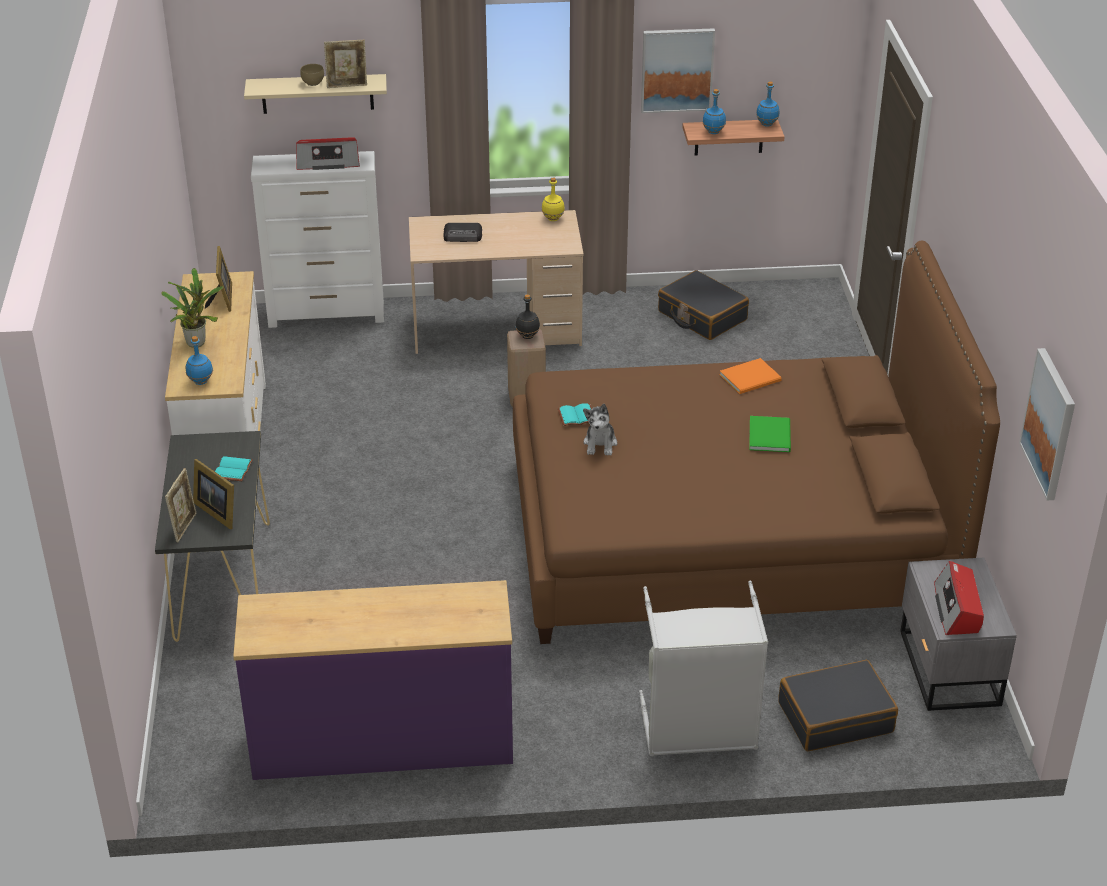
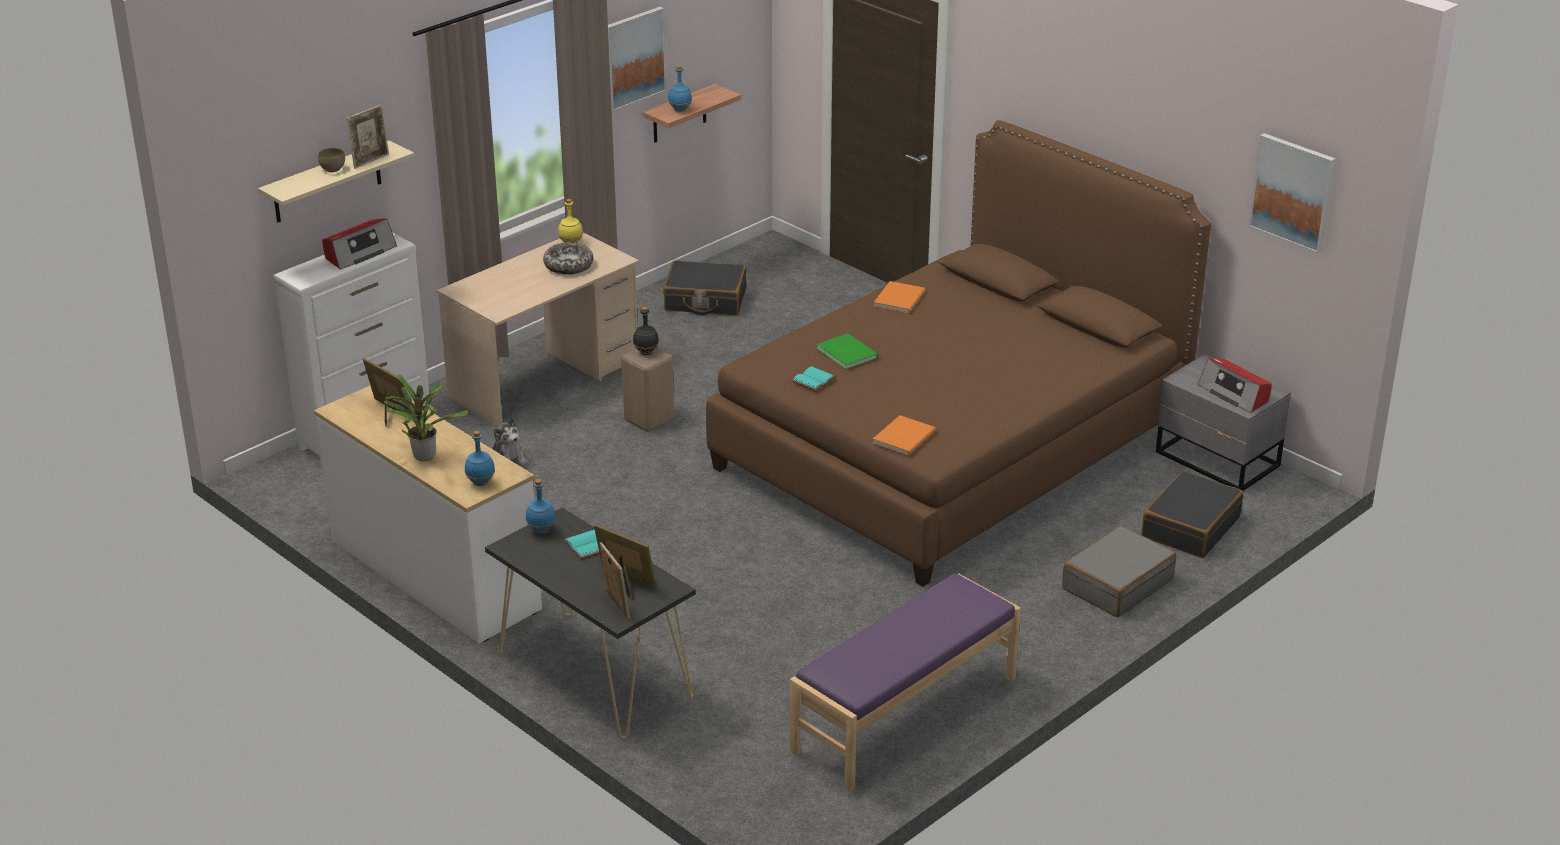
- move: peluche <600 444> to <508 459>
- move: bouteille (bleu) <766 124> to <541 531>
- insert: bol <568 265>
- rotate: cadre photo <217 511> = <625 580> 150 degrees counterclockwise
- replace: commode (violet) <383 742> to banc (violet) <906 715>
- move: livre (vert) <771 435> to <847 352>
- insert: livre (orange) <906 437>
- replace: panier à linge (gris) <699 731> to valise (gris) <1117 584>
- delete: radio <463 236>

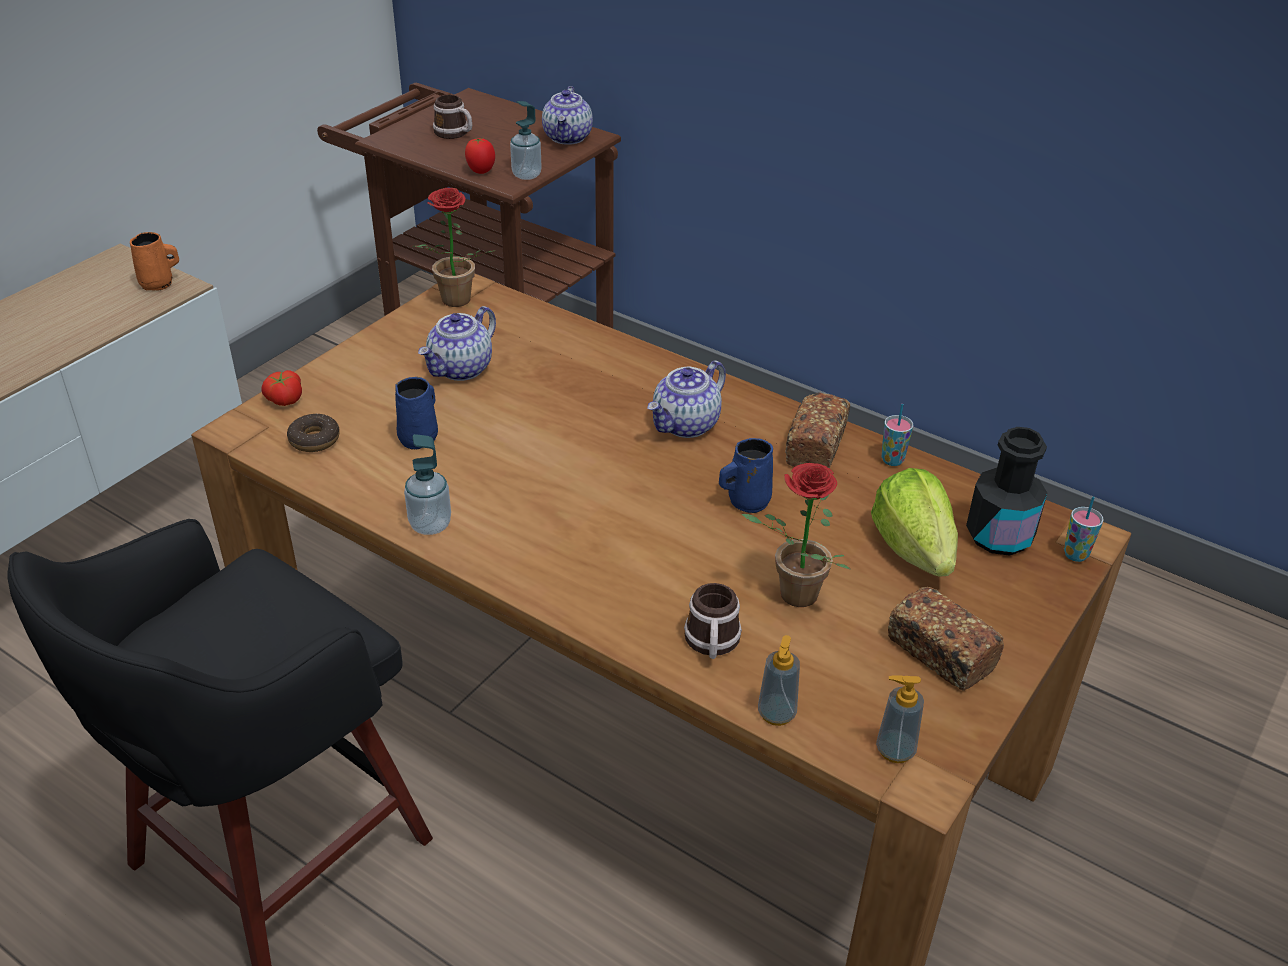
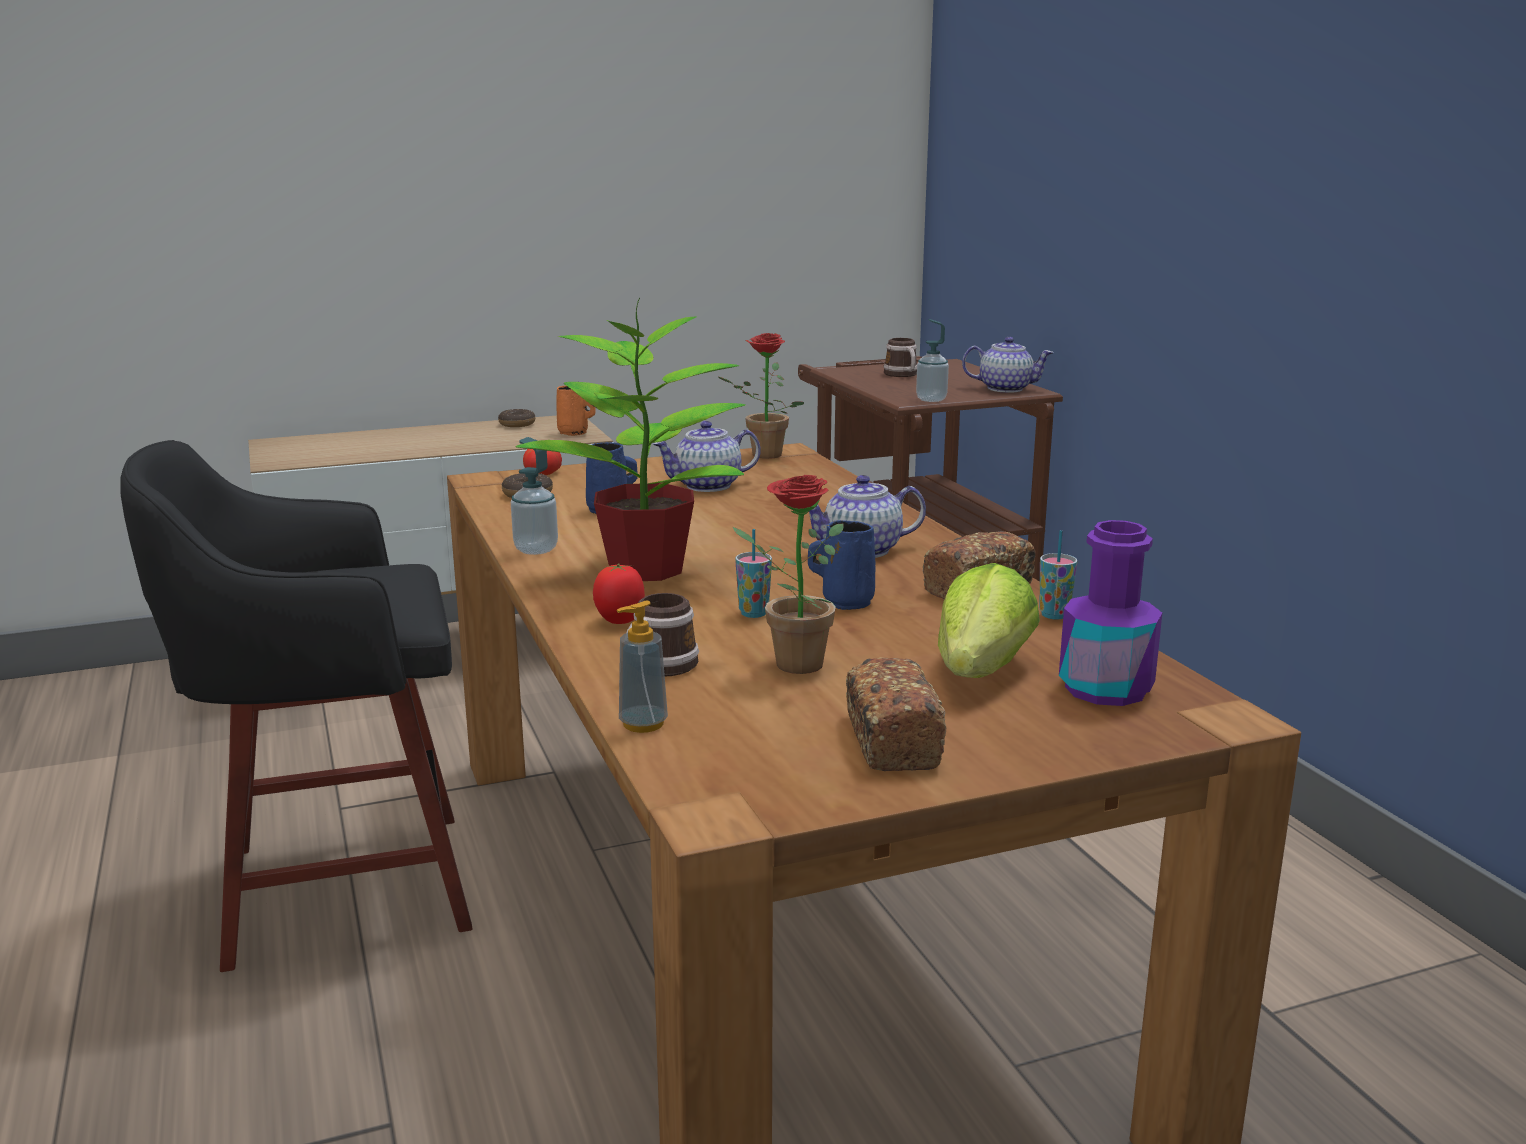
- insert: beignet <517 424>
- insert: plante en pot <649 569>
- move: tomate <481 171> to <620 621>
- move: tasse <1075 554> to <753 613>
- rotate: théière <568 138> = <1006 389> 120 degrees counterclockwise
- recolor: bouteille (noir) <999 536> to bouteille (violet) <1105 689>
- delete: distributeur de savon <895 750>

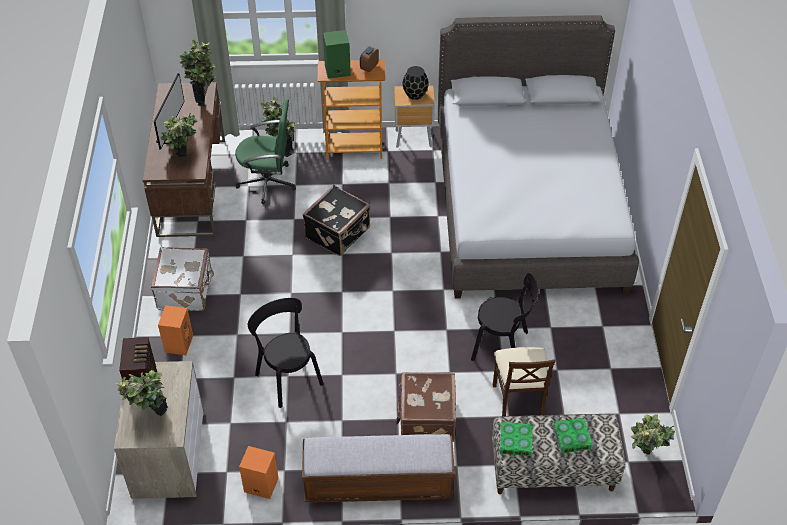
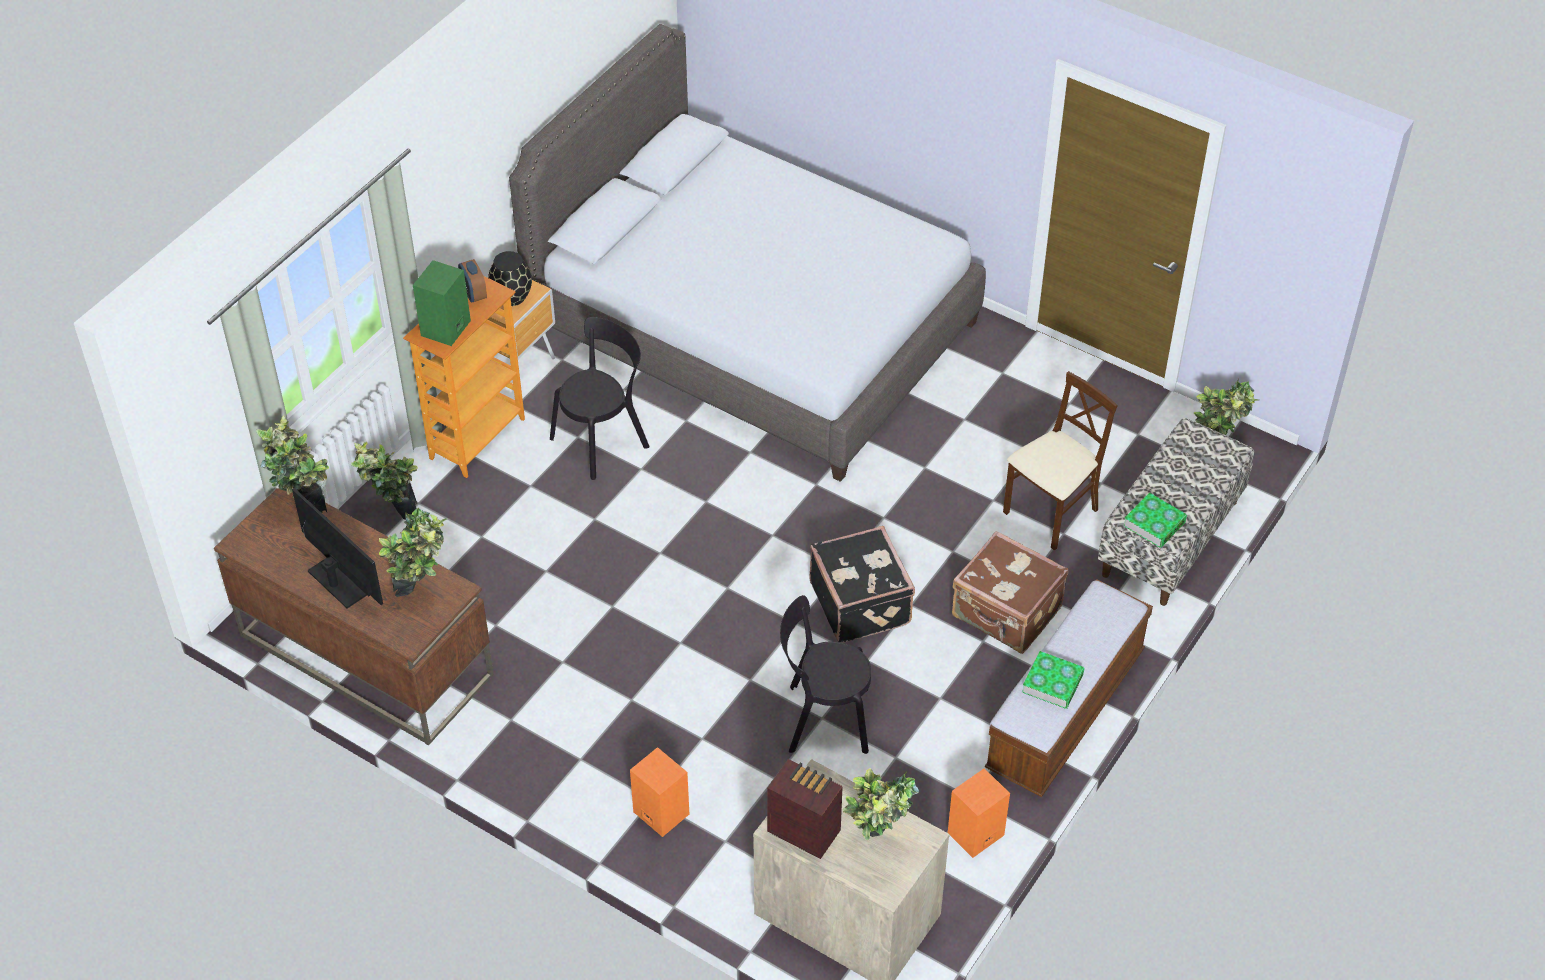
- move: chaise (noir) <503 347> to <603 440>
- move: valise (noir) <339 233> to <861 602>
- rotate: chaise (beige) <518 402> = <1051 513> 75 degrees counterclockwise
- move: livre <571 437> to <1052 683>
- delete: valise (blanc) <186 291>
- delete: chaise de bureau (vert) <268 182>

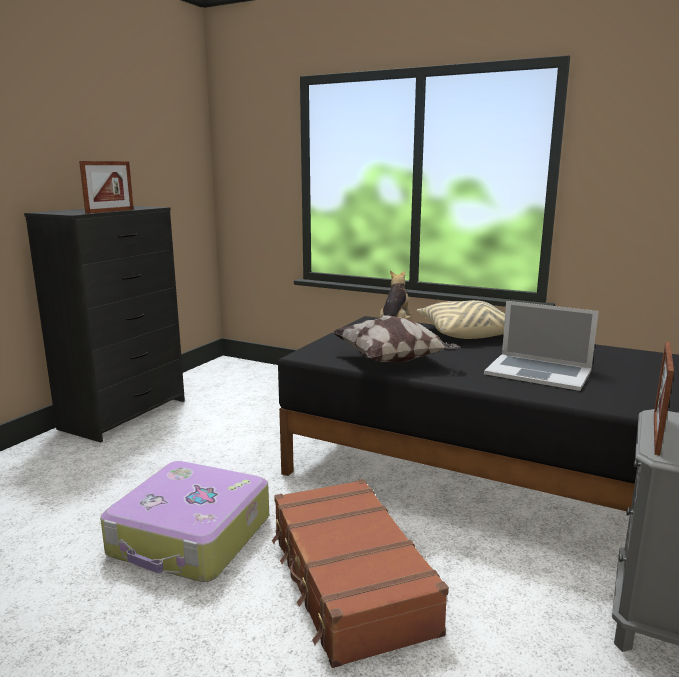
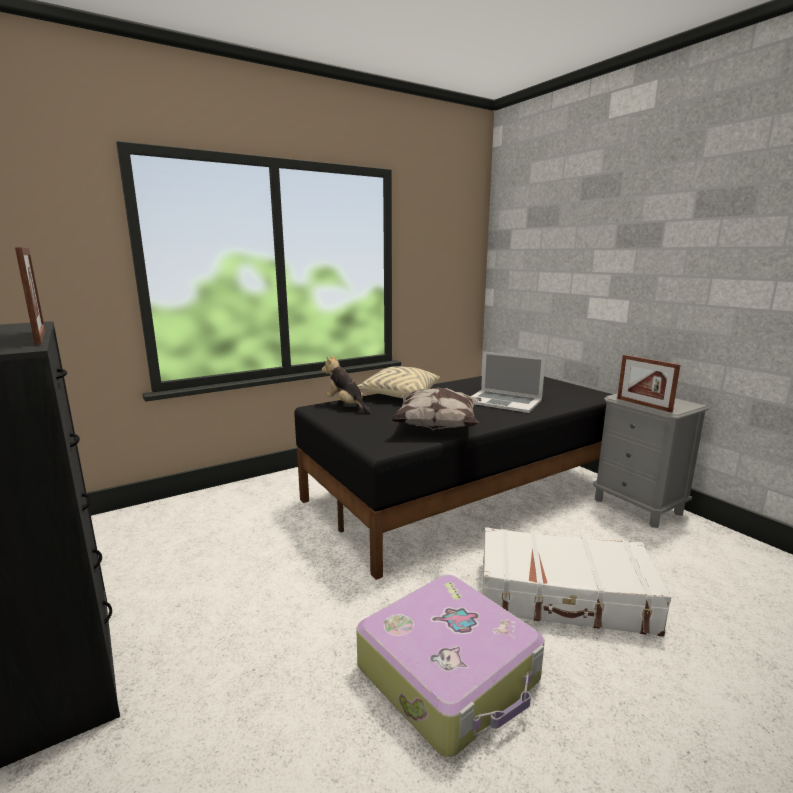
- rotate: ordinateur portable <538 372> = <503 401> 60 degrees clockwise
- recolor: valise (marron) <349 581> to valise (blanc) <564 596>

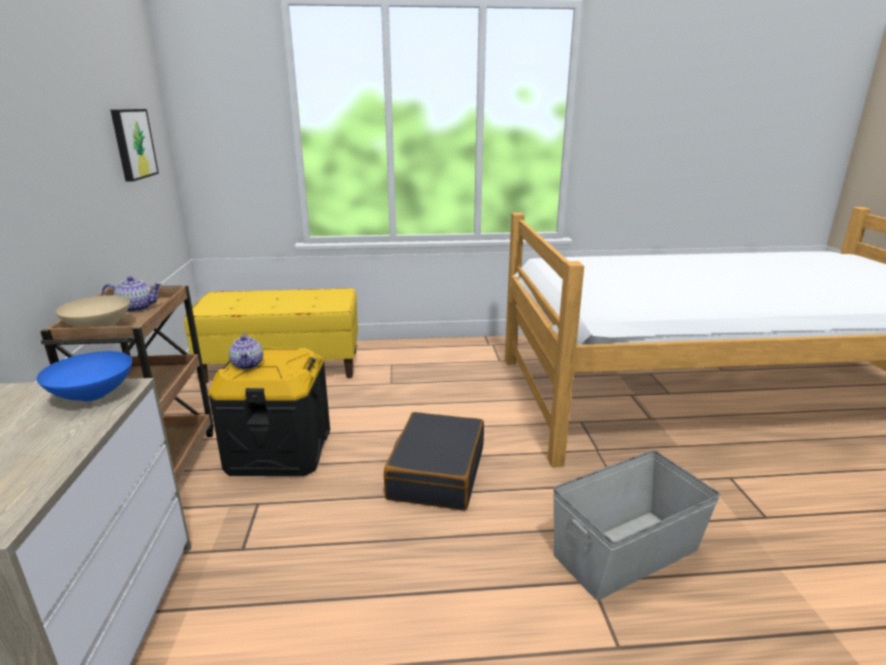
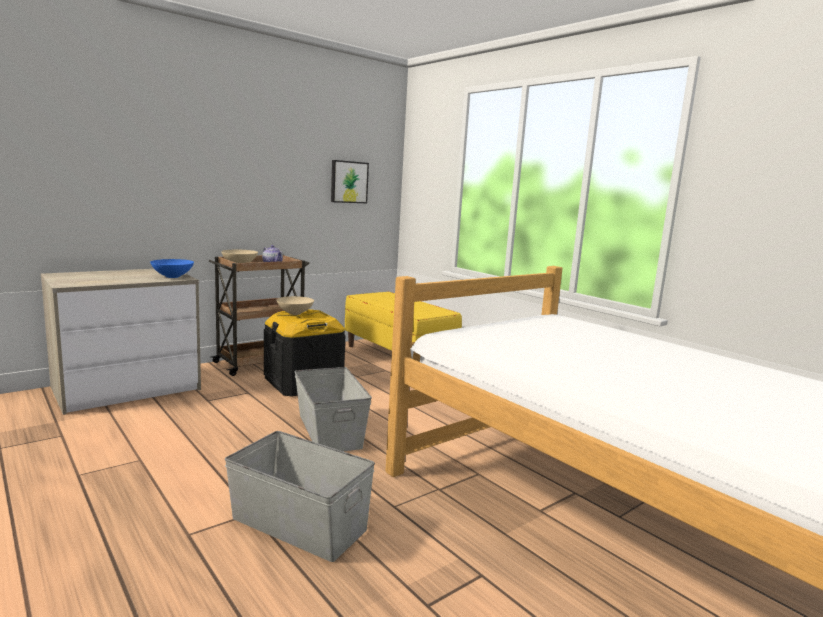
- replace: théière <248 365> to bol (beige) <295 313>
- replace: valise (noir) <436 473> to boîte de rangement (gris) <329 431>

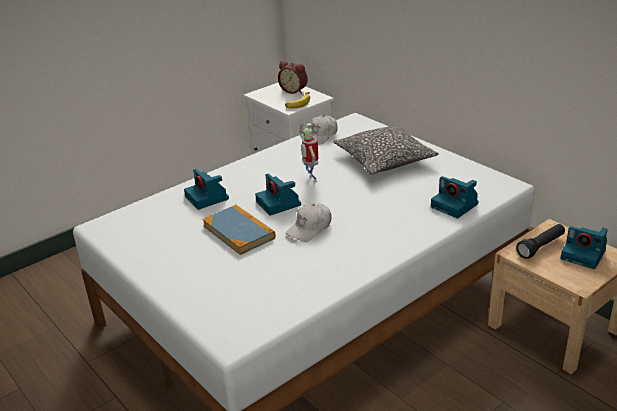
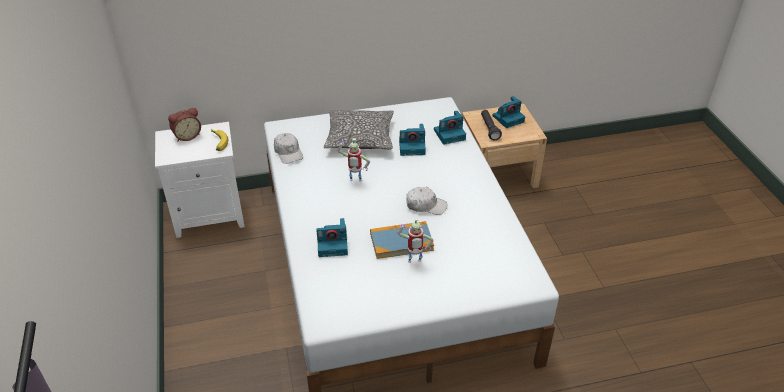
- insert: robot jouet <414 262>
- move: appareil photo <279 204> to <412 146>
- rotate: casquette (blanc) <310 228> = <425 205> 60 degrees counterclockwise

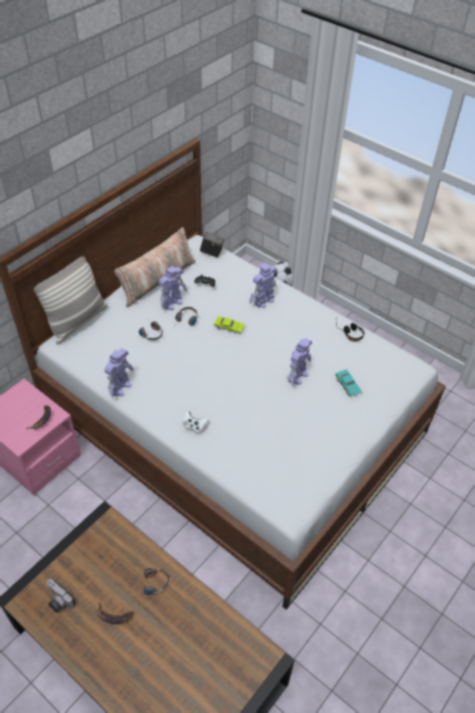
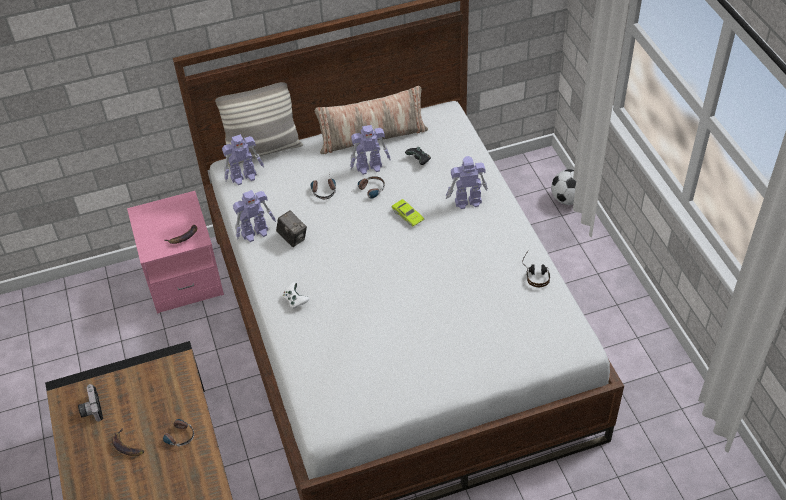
- move: robot jouet <298 375> to <244 176>
- move: appareil photo <212 252> to <292 238>
- delete: petite voiture (turquoise) <347 385>

